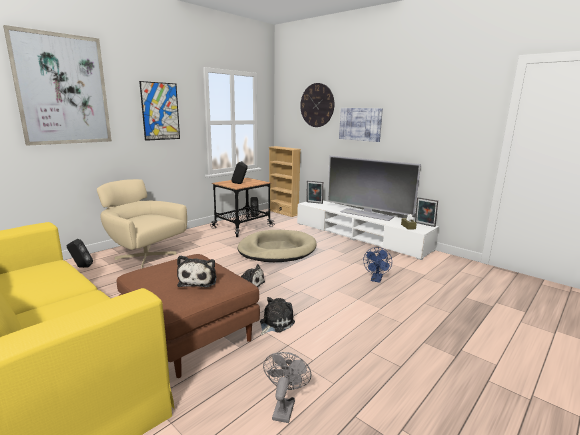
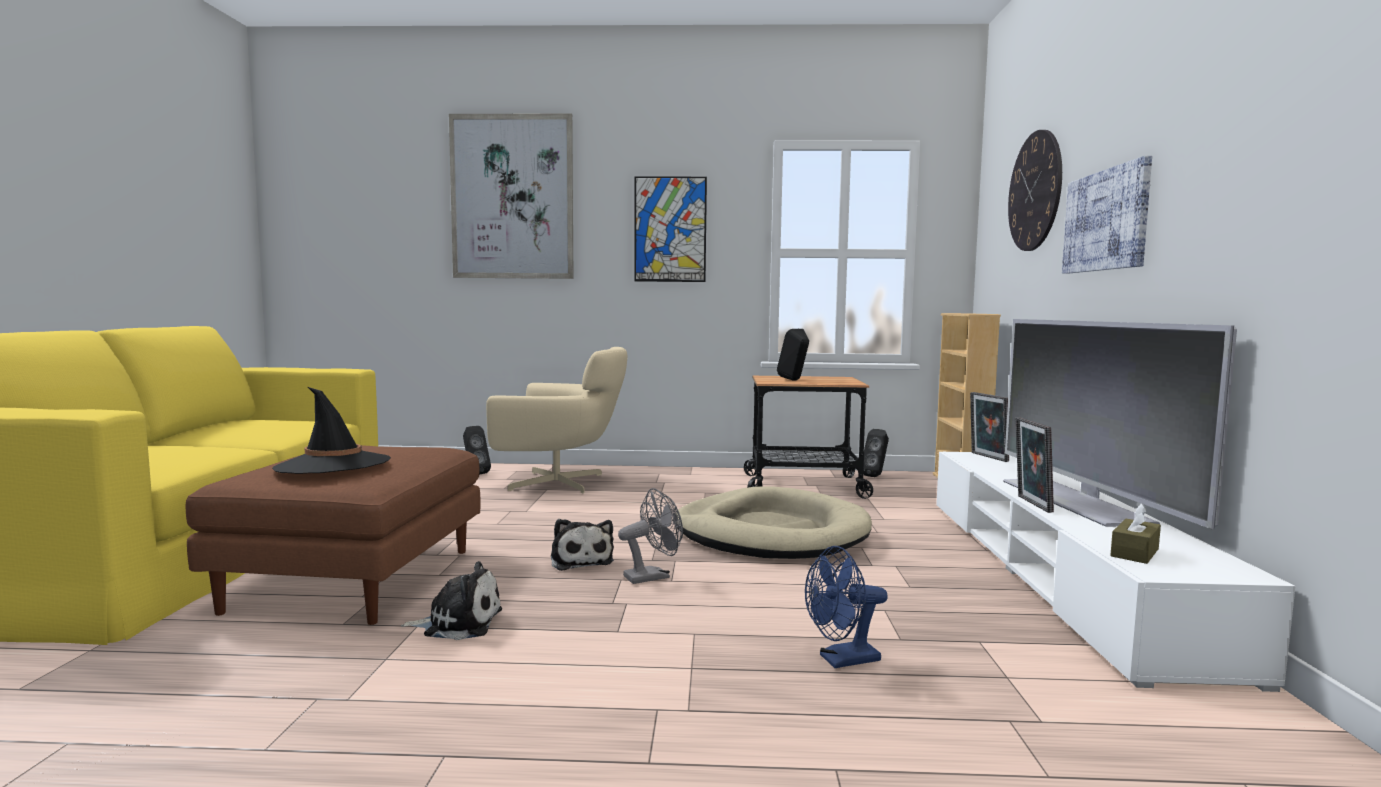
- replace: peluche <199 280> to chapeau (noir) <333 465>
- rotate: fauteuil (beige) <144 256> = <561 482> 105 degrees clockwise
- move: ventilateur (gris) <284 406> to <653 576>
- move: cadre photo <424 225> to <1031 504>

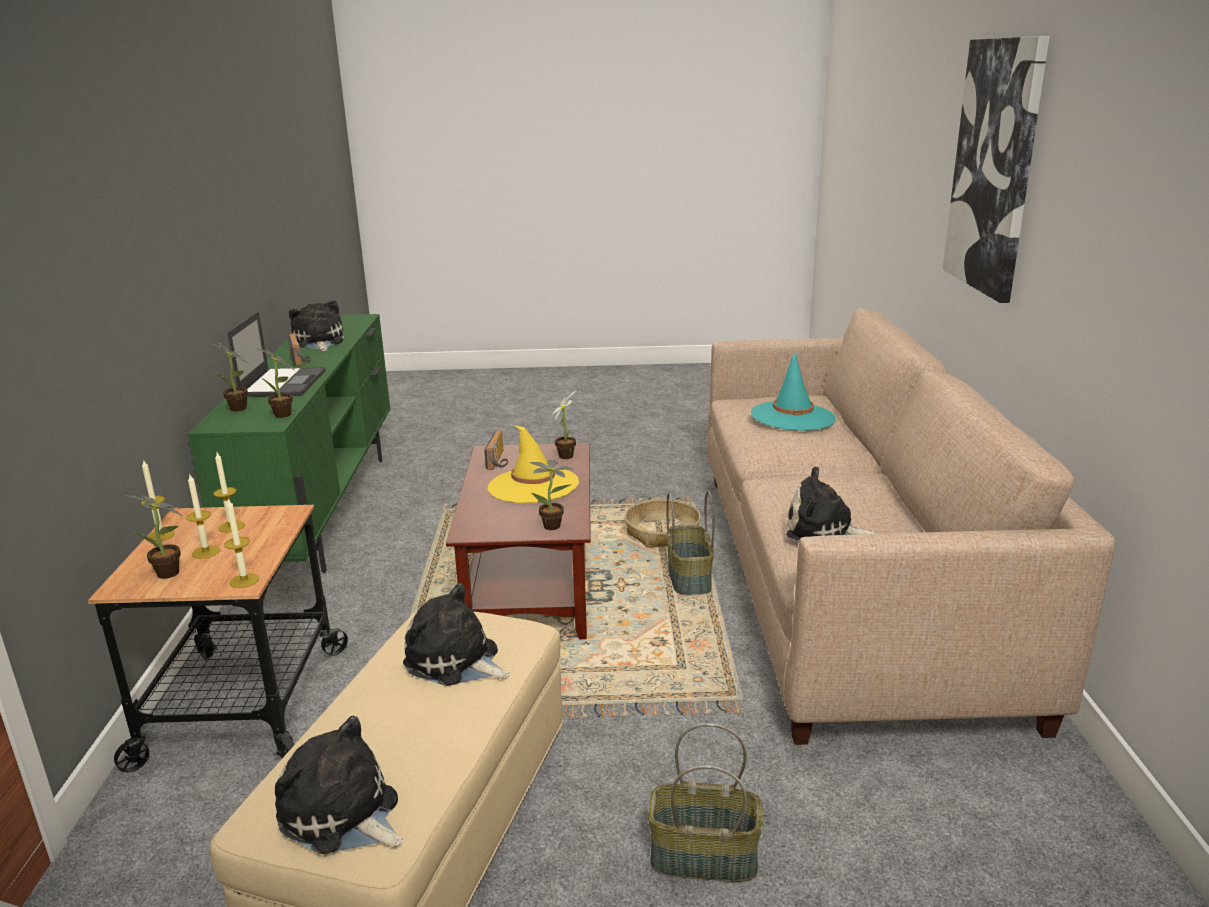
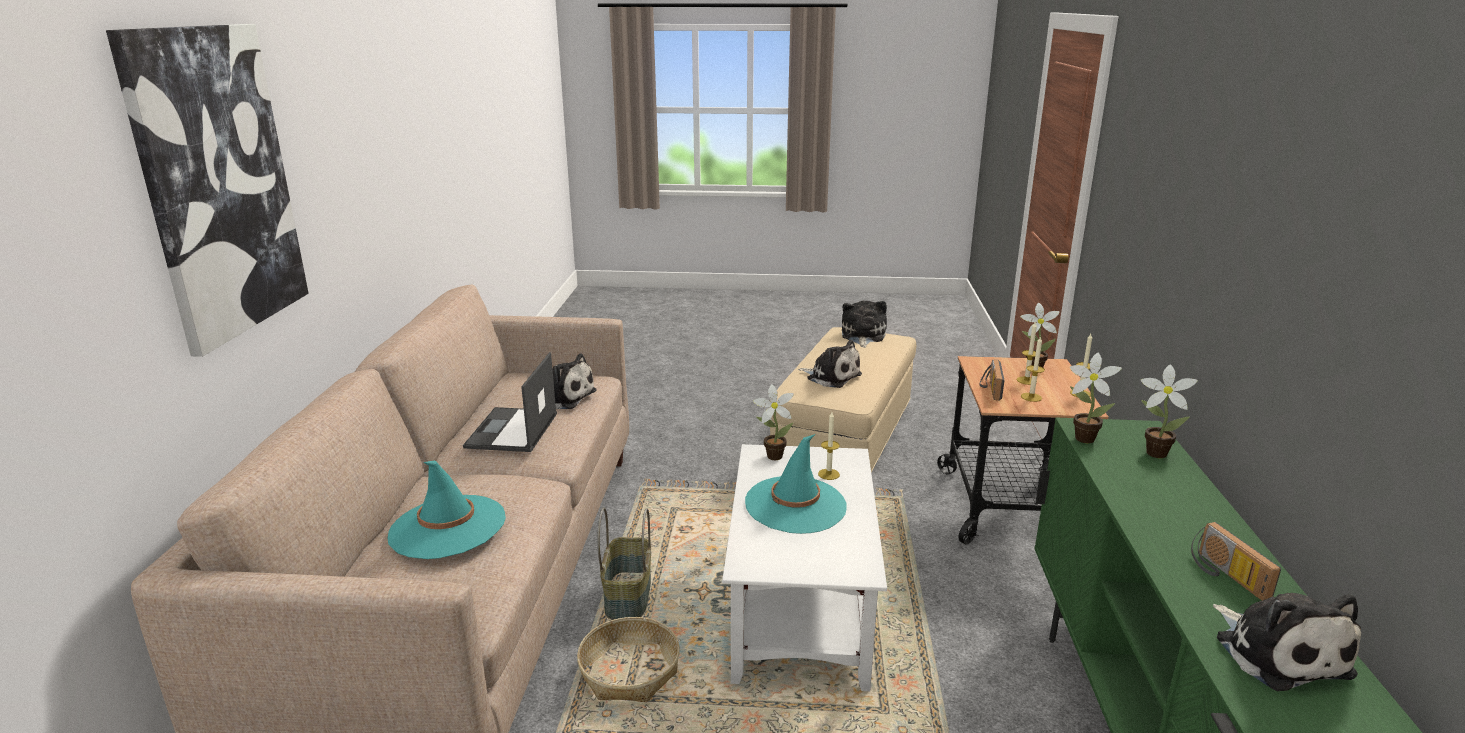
- move: ordinateur portable <283 383> to <512 431>
- recolor: table basse (marron) <532 583> to table basse (blanc) <799 604>
- recolor: chapeau (jaune) <533 486> to chapeau (turquoise) <795 505>
- move: bougie <244 580> to <828 474>
- rotate: peluche <342 815> = <862 336> 120 degrees counterclockwise
- move: radio <499 461> to <989 388>
- delete: plante en pot <566 455>
- delete: panier <702 858>

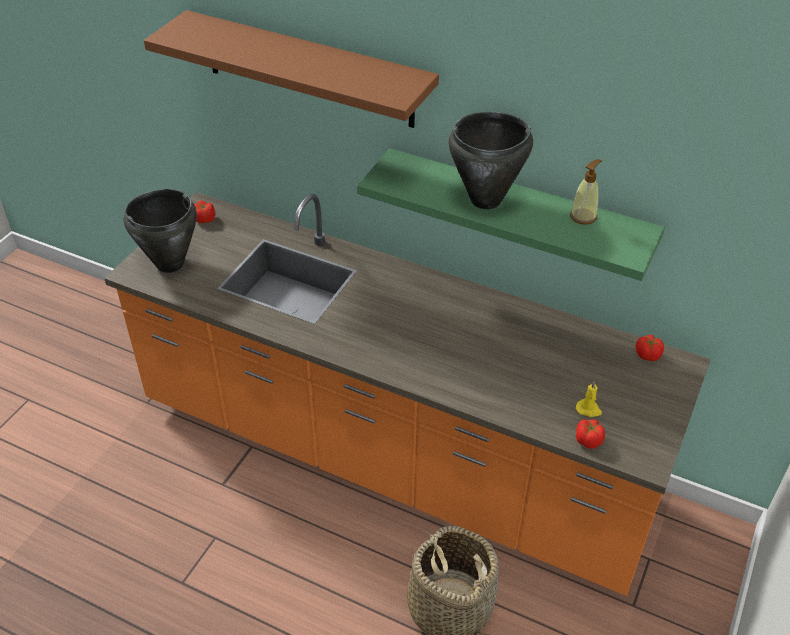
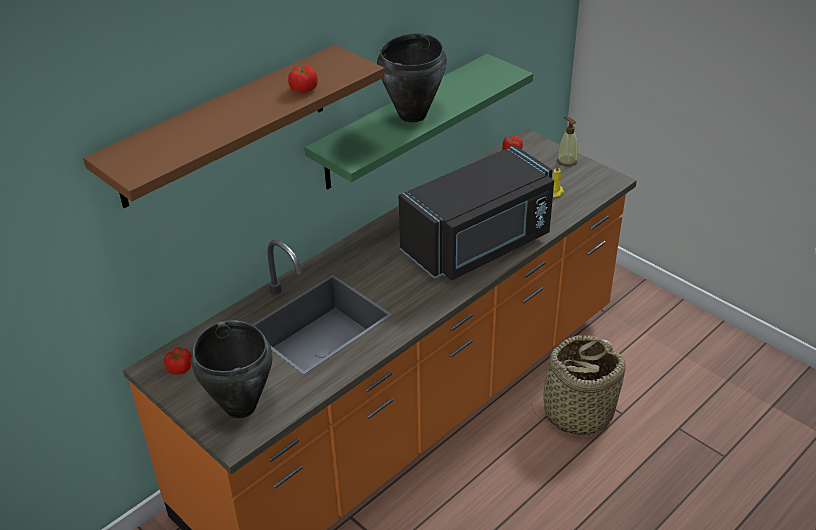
- move: tomate <588 440> to <303 89>
- insert: micro-ondes (noir) <479 245>
- move: distributeur de savon <583 216> to <567 161>

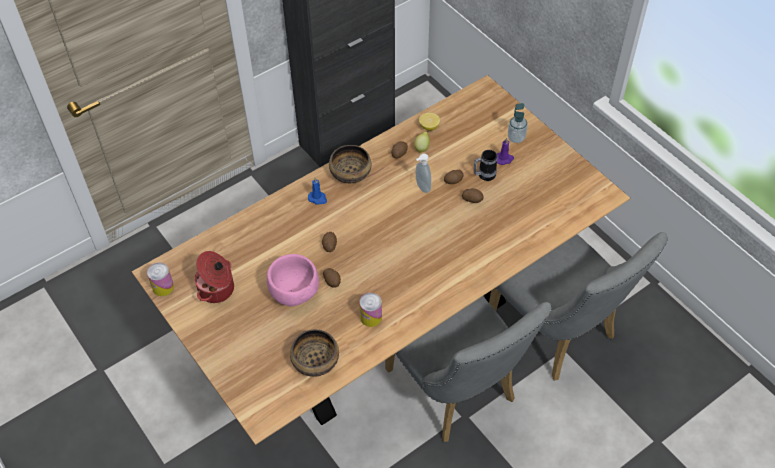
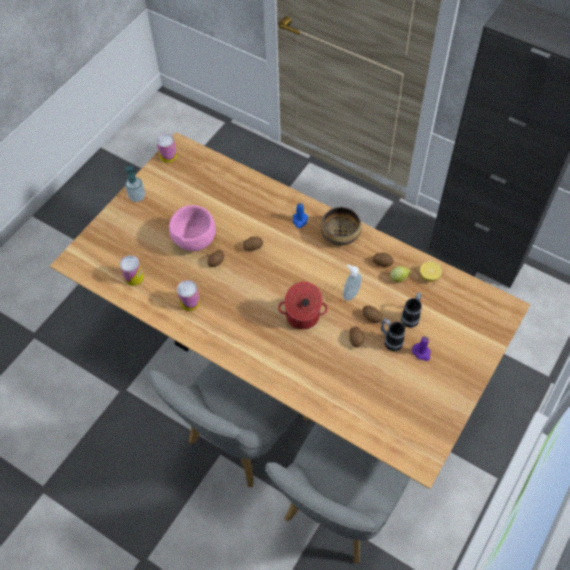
- replace: bol <314 361> to boîte métallique <134 277>
- move: distributeur de savon <516 138> to <137 196>
- move: marmite <217 289> to <302 316>
- insert: mug <411 317>

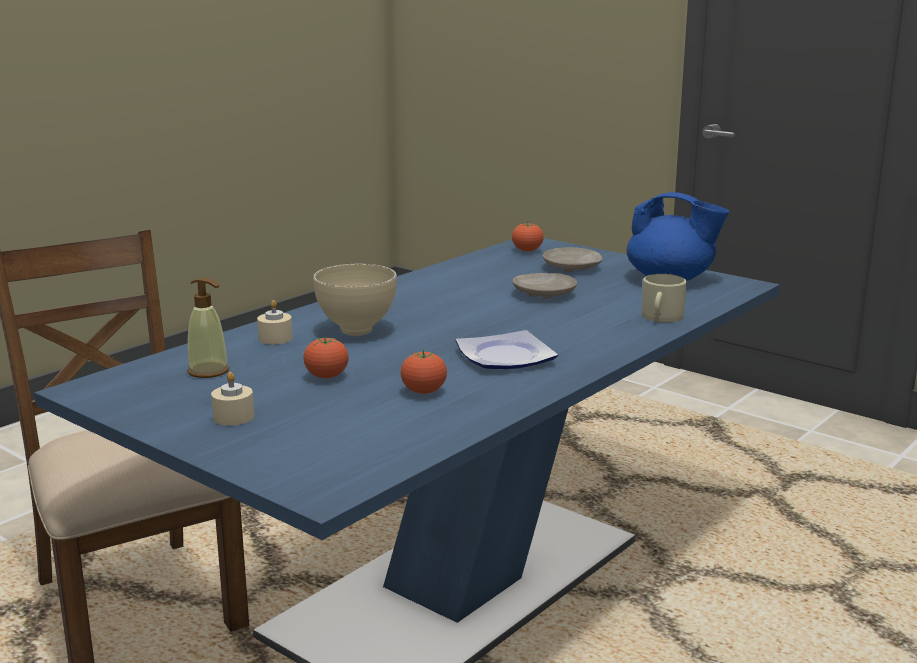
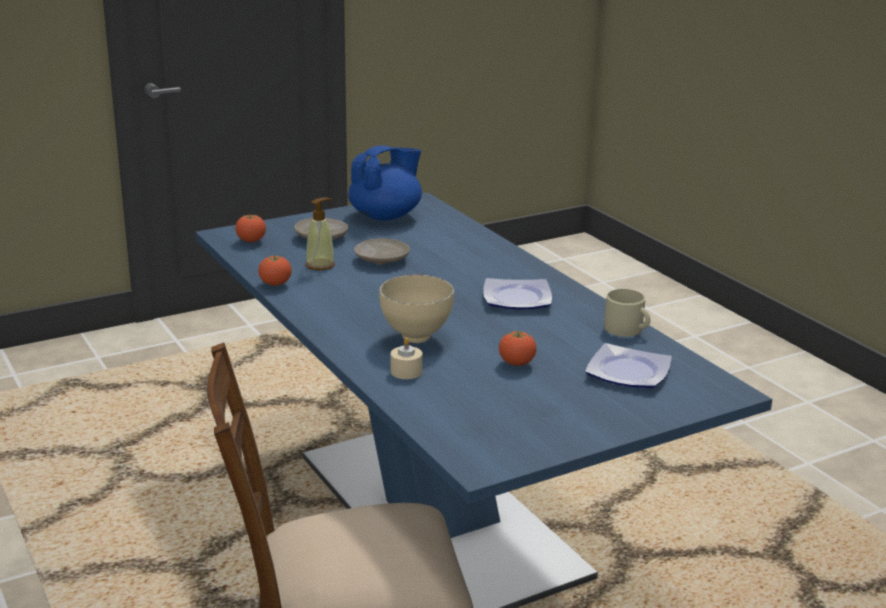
- move: tomate <423 392> to <275 284>
- move: distributeur de savon <208 371> to <320 265>
- insert: assiette <629 373>
- move: mug (beige) <661 317> to <627 329>
- delete: bougie (beige) <233 417>

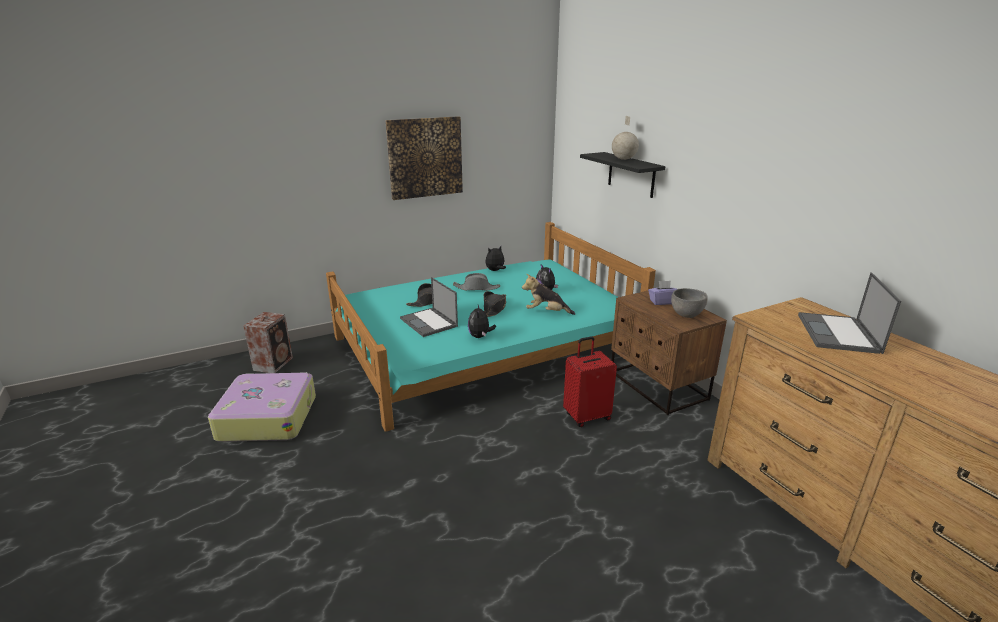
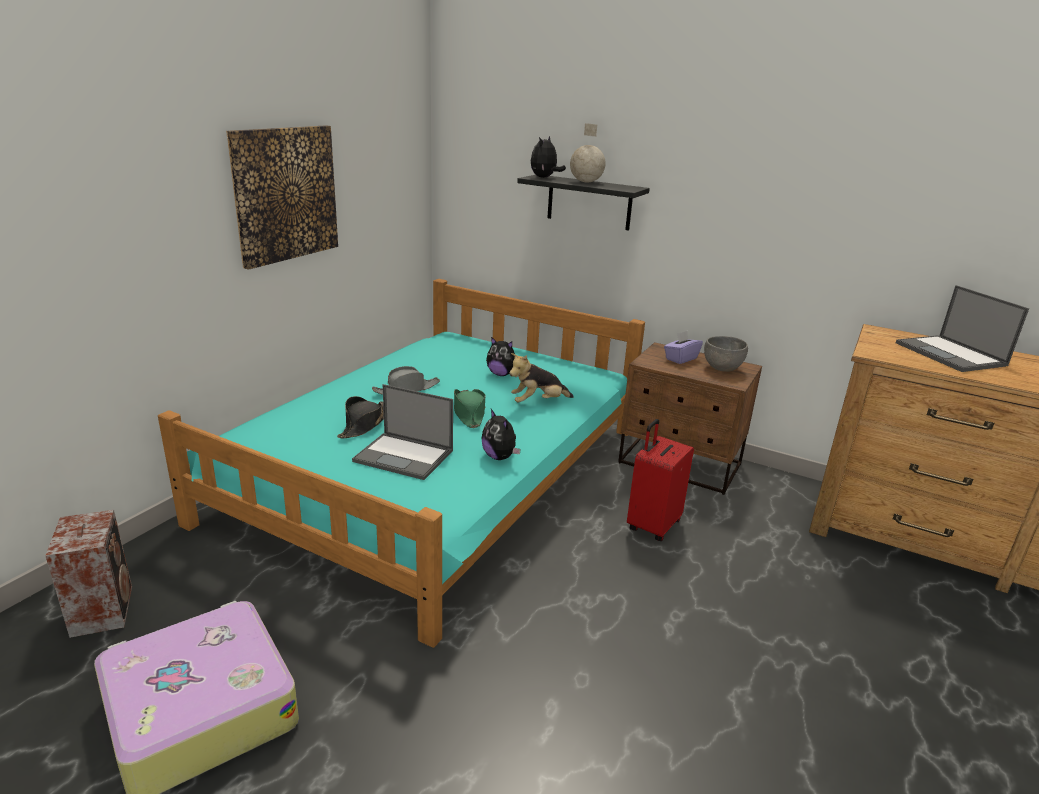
- recolor: chapeau (noir) <494 309> to chapeau (vert) <469 413>
- move: peluche <495 270> to <544 177>

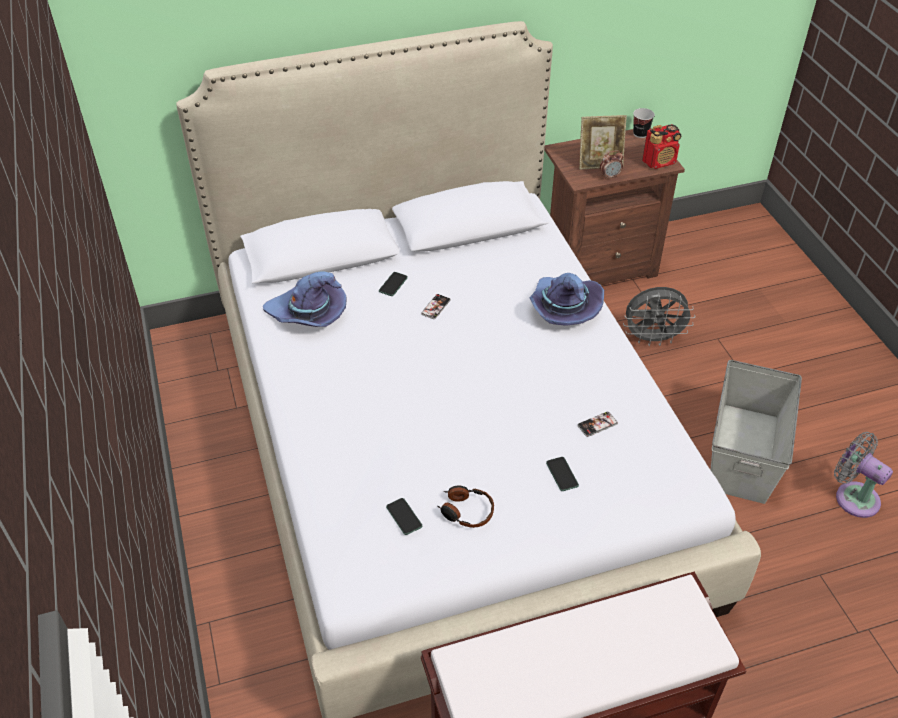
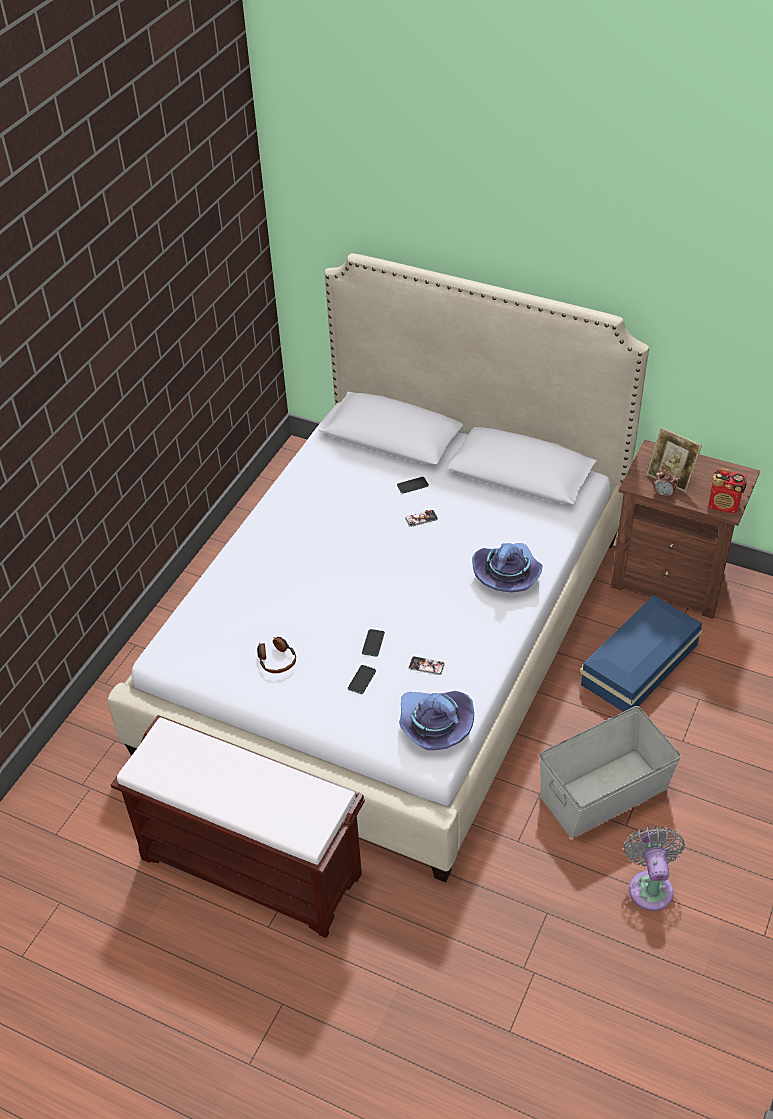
- move: téléphone <404 517> to <373 643>
- move: chapeau (violet) <308 314> to <433 726>
- replace: ventilateur (gris) <653 339> to boîte de rangement (bleu) <642 664>
- delete: tasse <640 134>

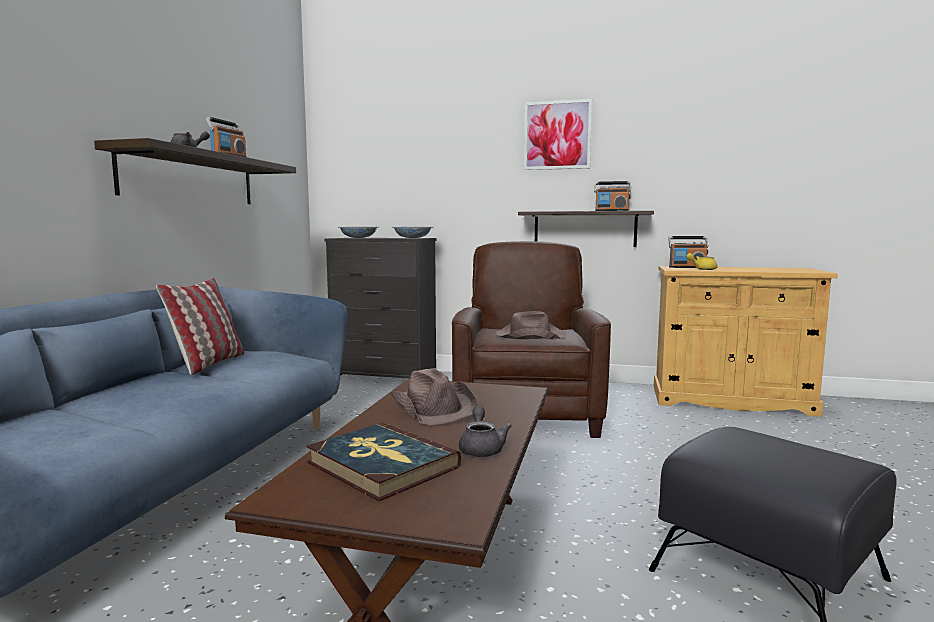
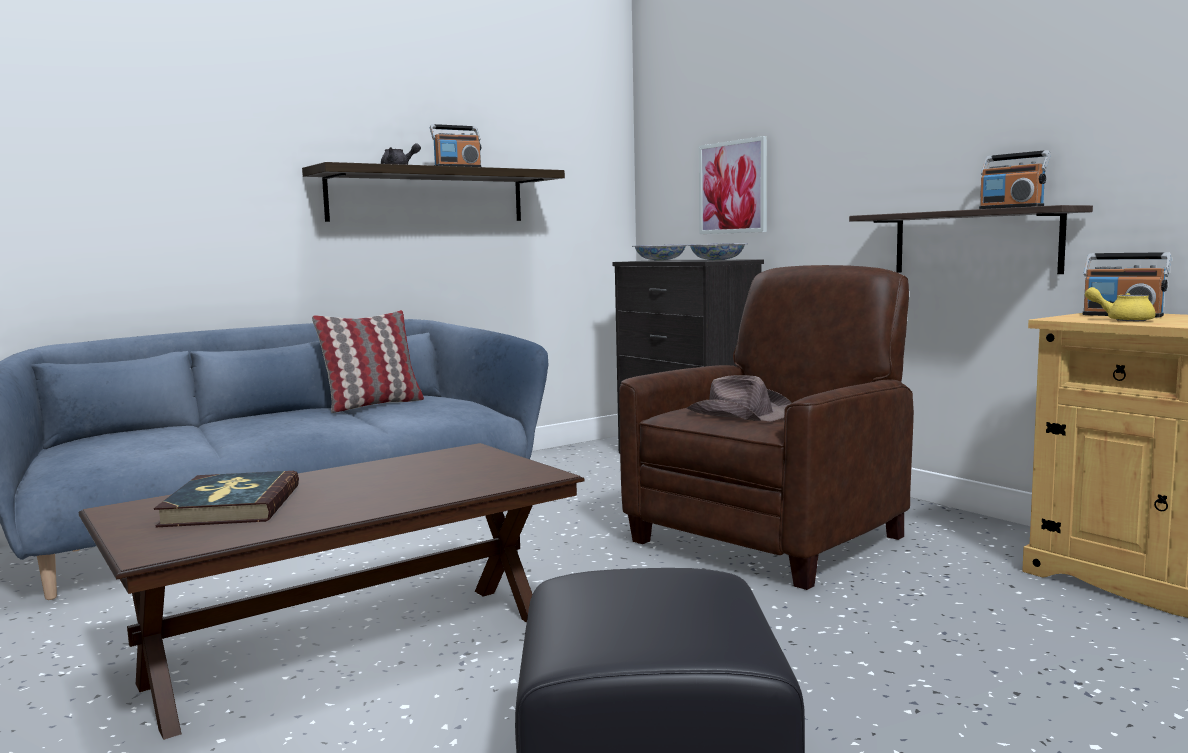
- move: tableau <557 135> to <733 187>
- delete: chapeau (marron) <434 407>
- delete: théière (gris) <481 448>

